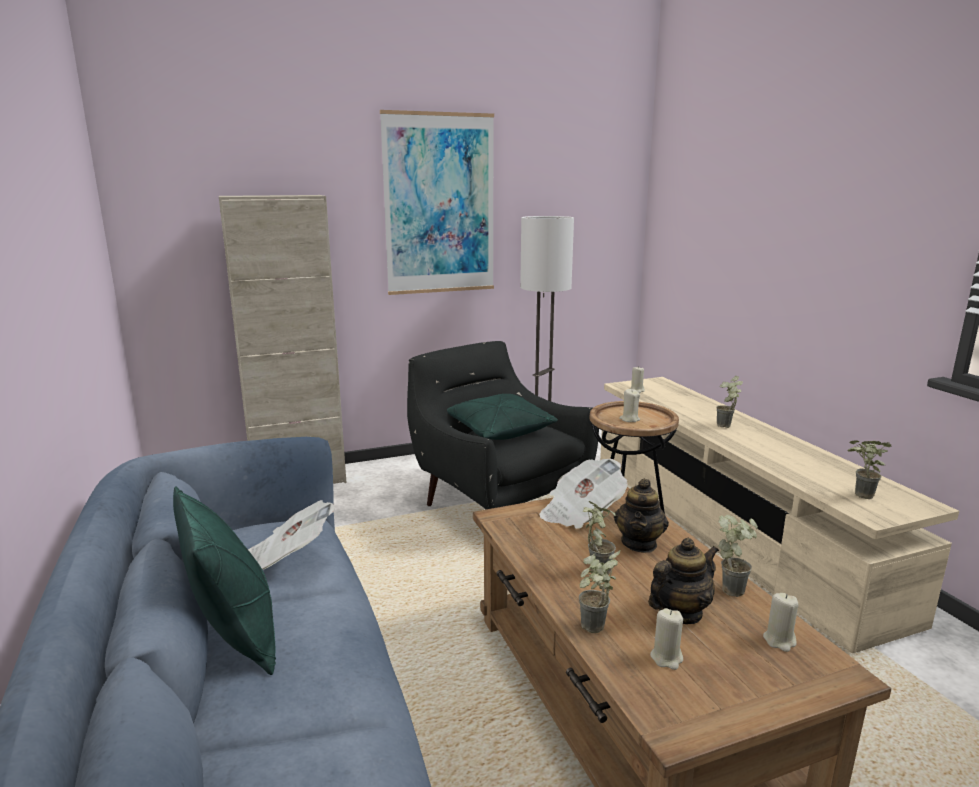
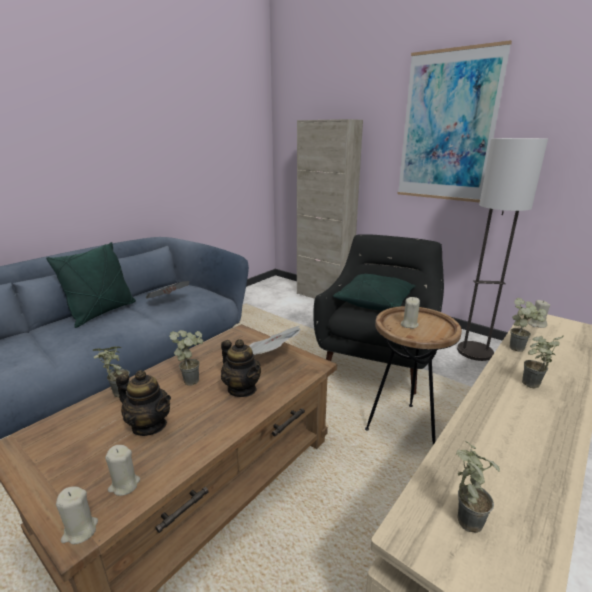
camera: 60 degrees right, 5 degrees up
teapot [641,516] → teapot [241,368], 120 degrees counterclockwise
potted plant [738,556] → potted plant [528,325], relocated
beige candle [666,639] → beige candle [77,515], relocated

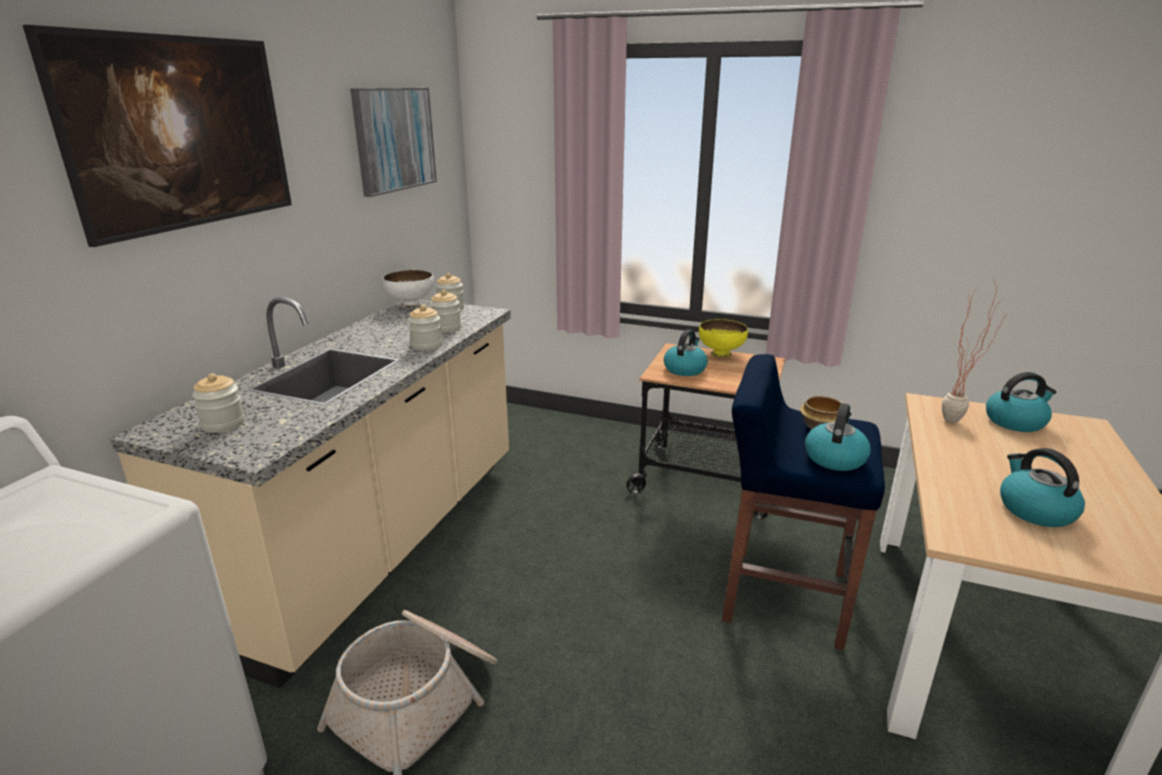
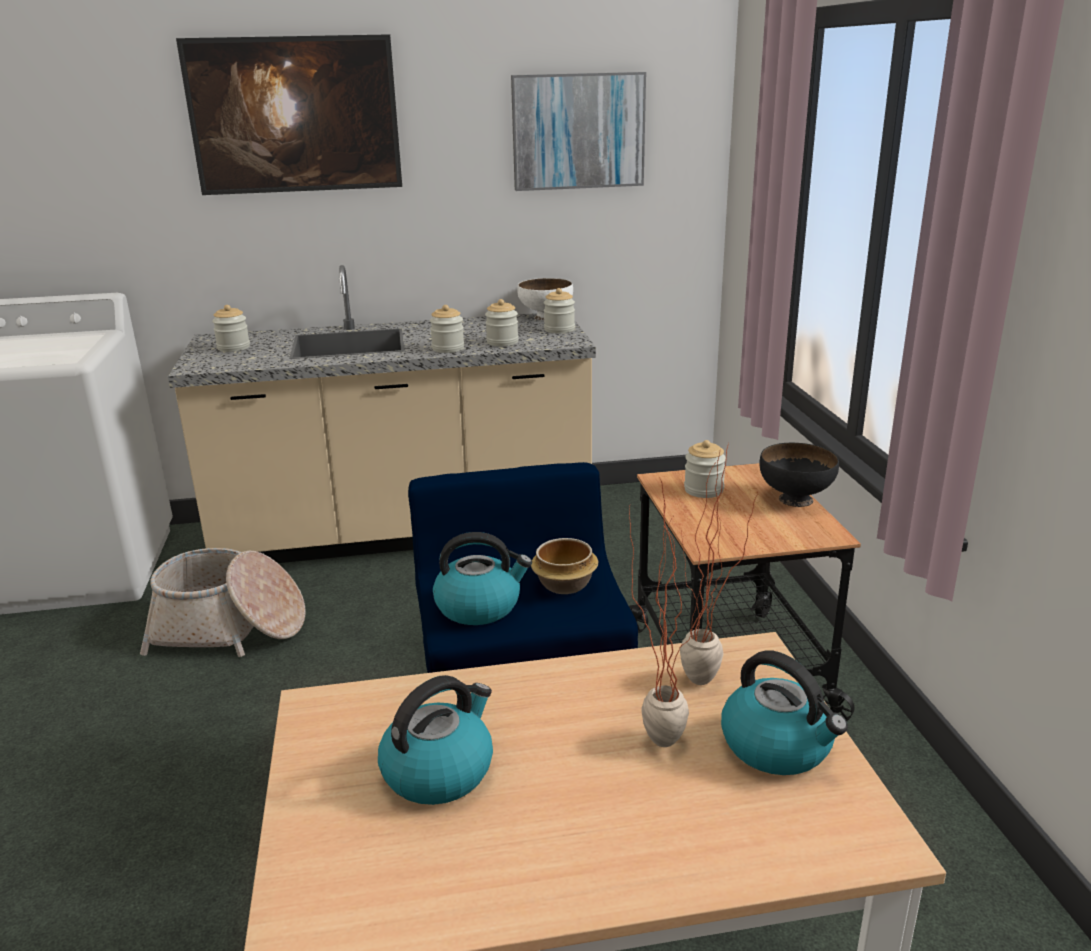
camera: 60 degrees right, 0 degrees up
yellow bowl [723,338] → black bowl [799,475]
kettle [686,352] → jar [705,469]
- → potted plant [664,613]

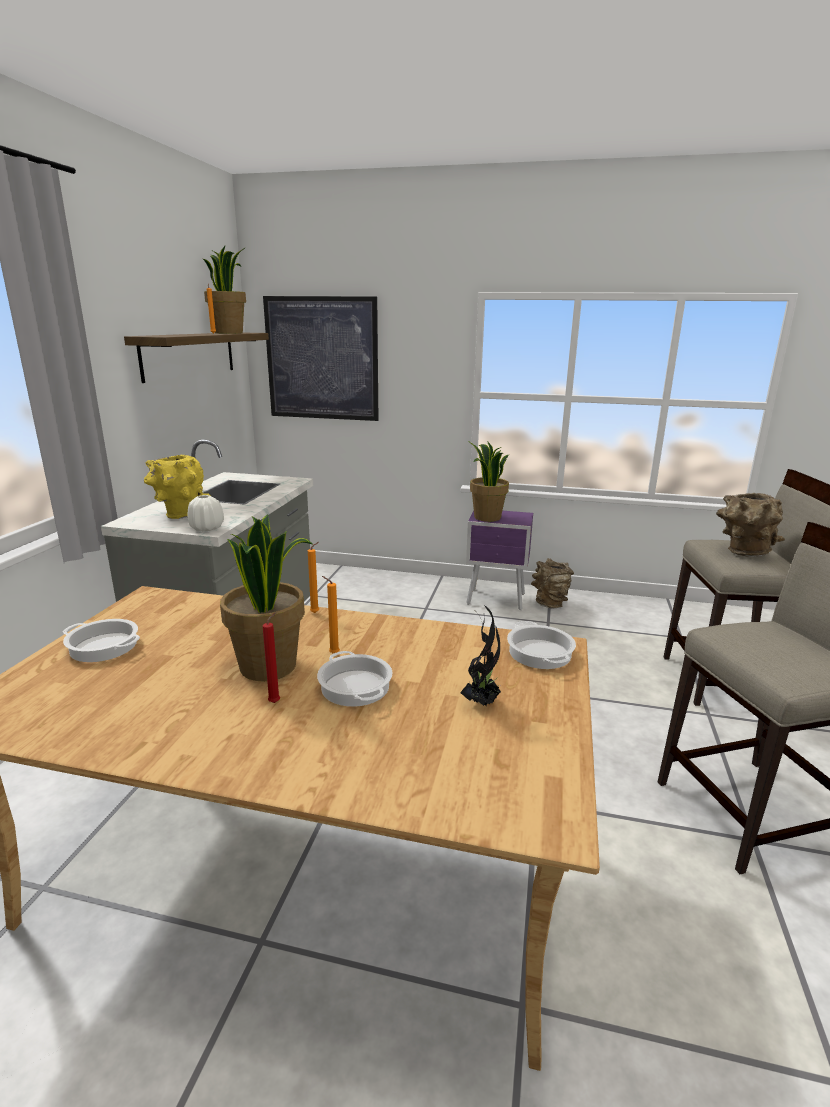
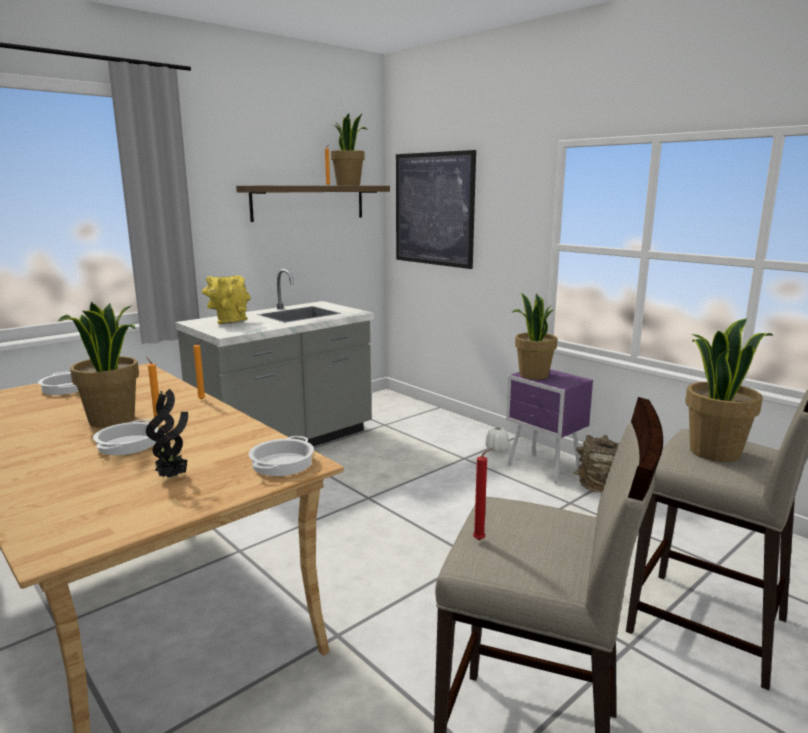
camera: 35 degrees right, 5 degrees down
brown vase [750,525] → potted plant [729,390]
white vase [206,513] → white vase [497,439], relocated
red candle [271,657] → red candle [483,494], relocated

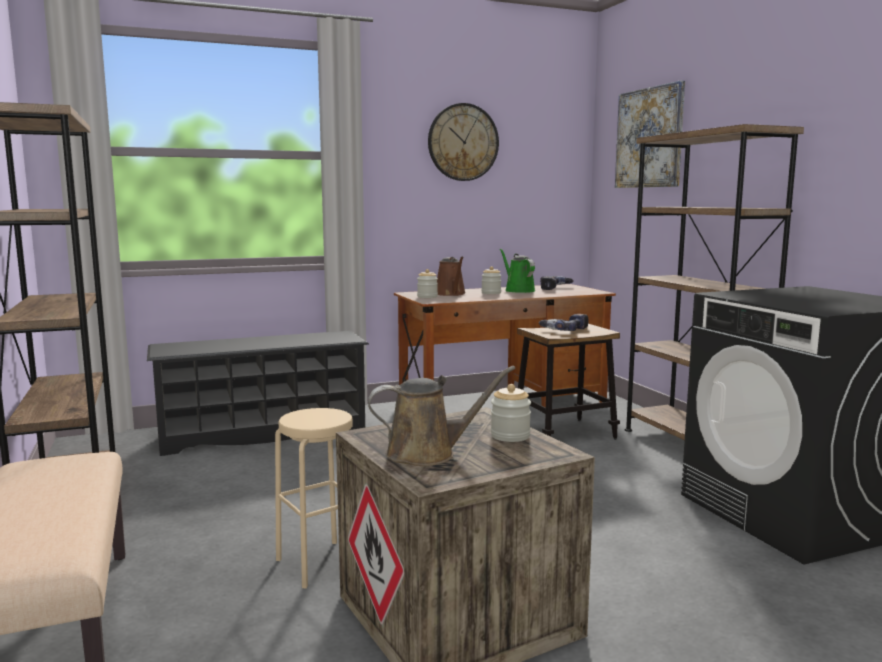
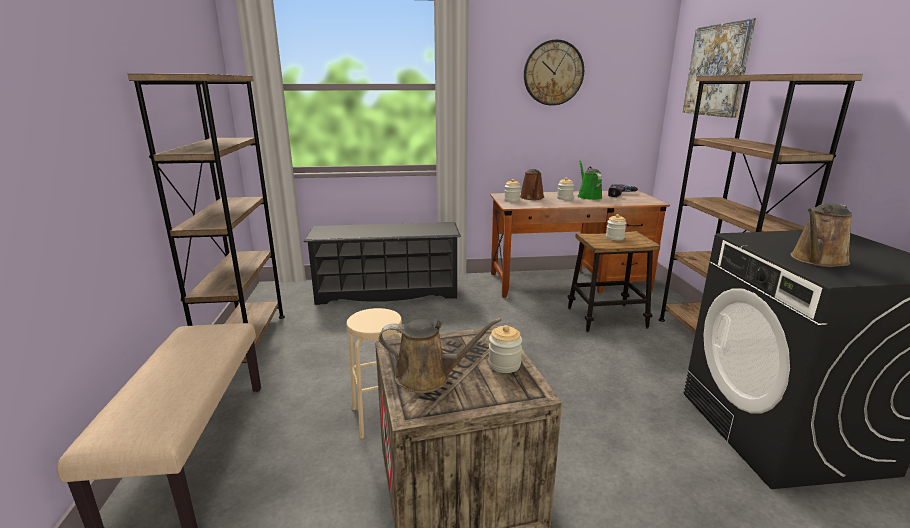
camera: 15 degrees right, 10 degrees up
power drill [564,322] → jar [616,227]
- → brown watering can [821,235]

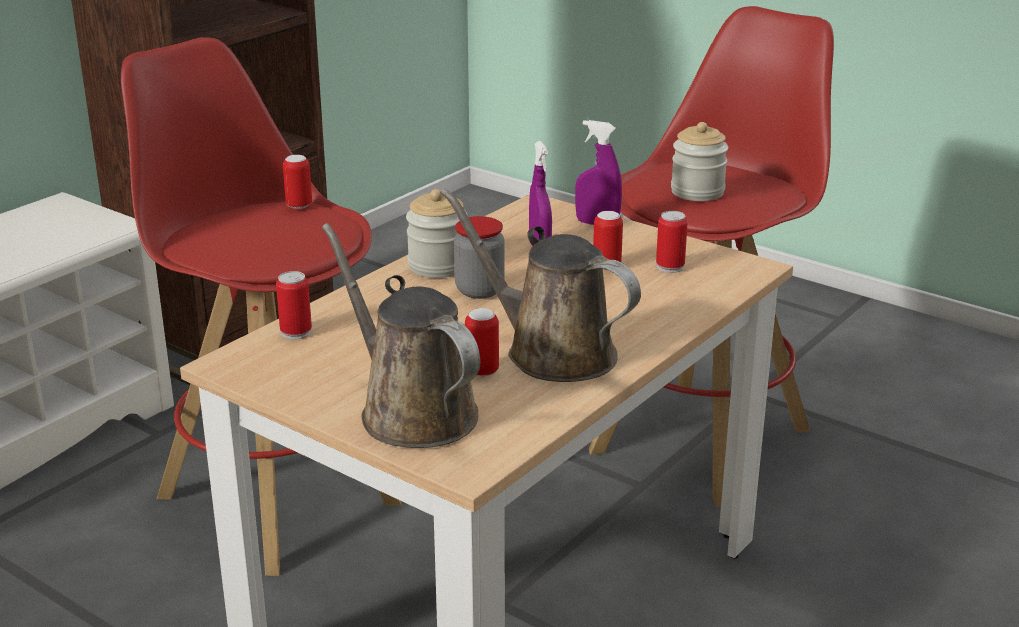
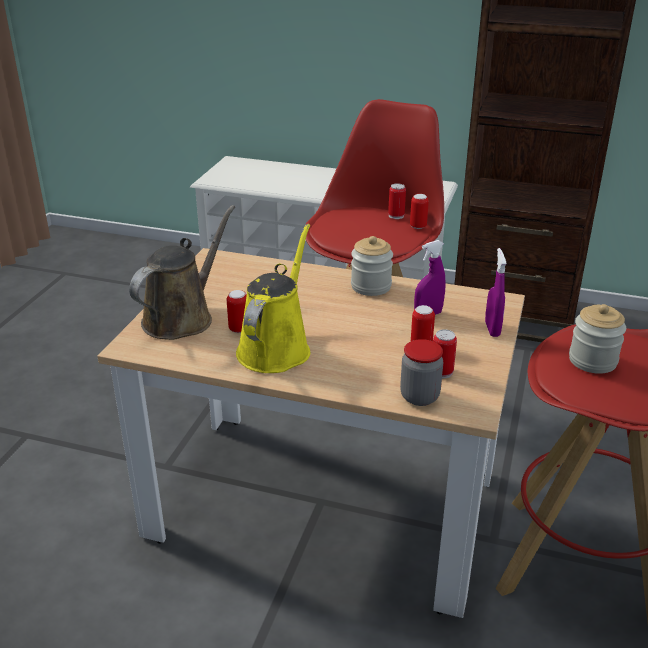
camera: 70 degrees right, 5 degrees up
brown watering can [540,285] → yellow watering can [273,298]
jar [479,257] → jar [421,372], relocated
can [294,305] → can [397,201], relocated

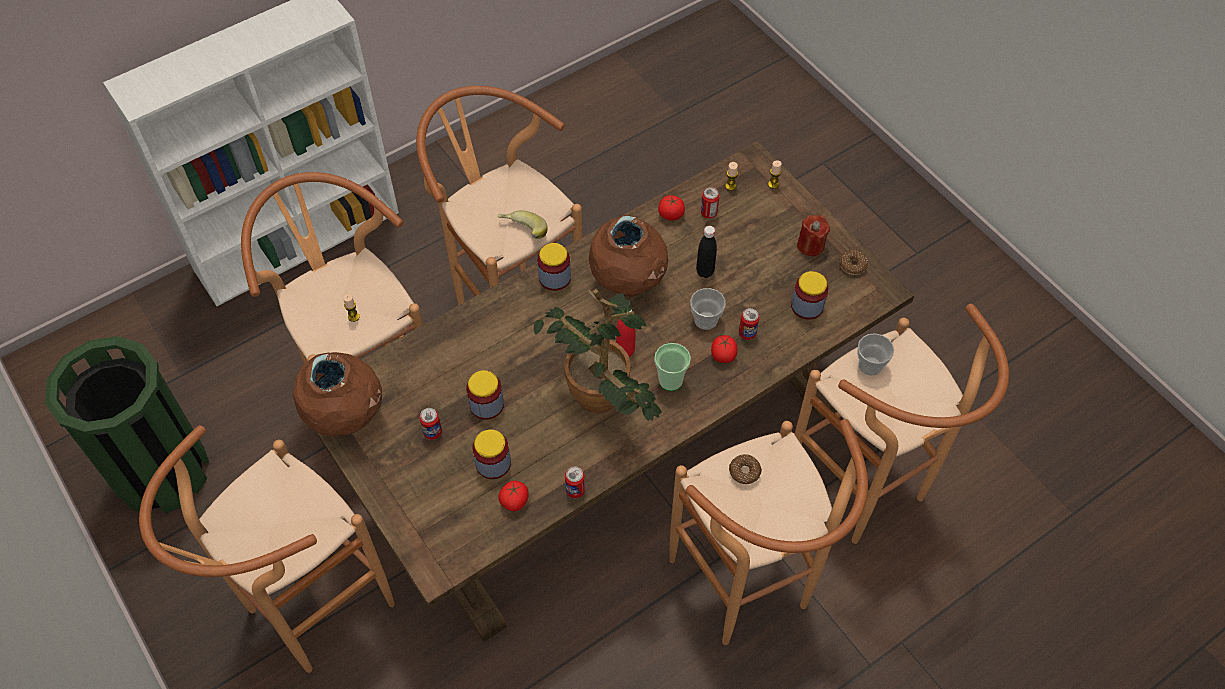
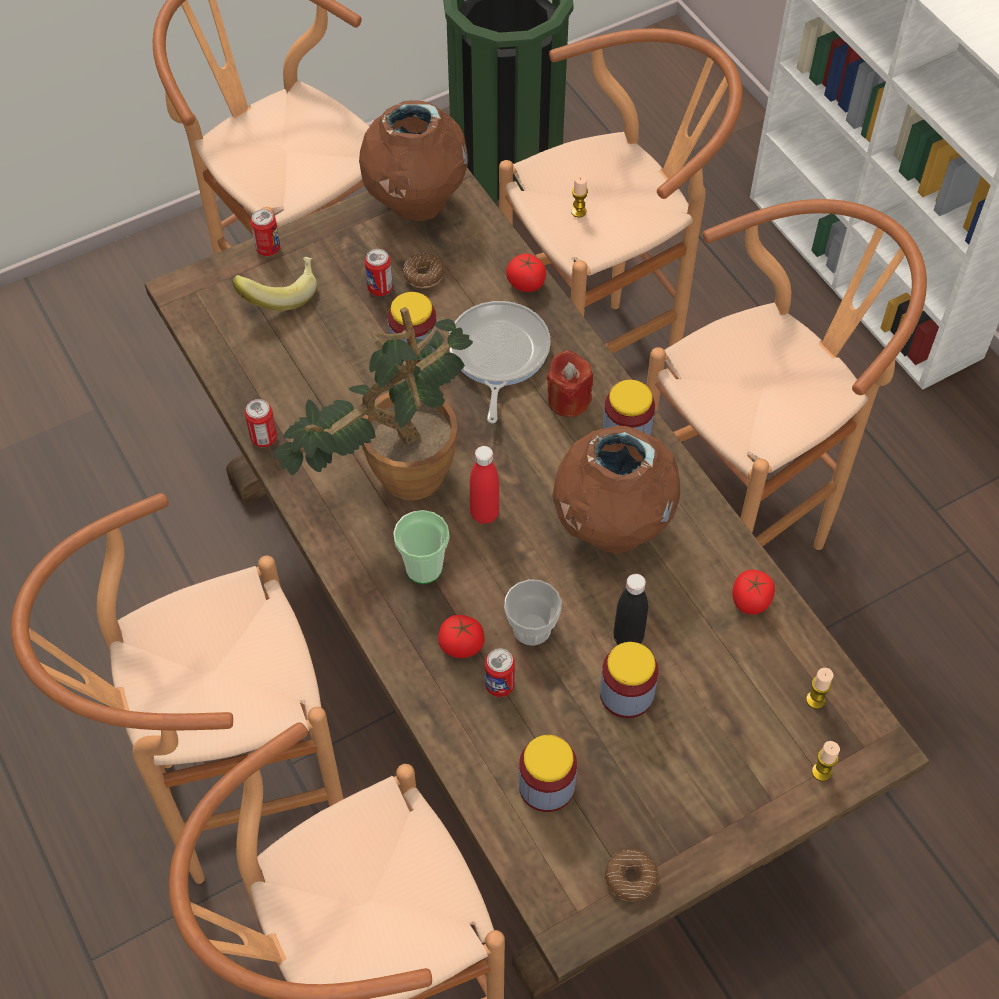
camera: 95 degrees right, 0 degrees up
can [710,203] → can [265,232], relocated
banana [522,224] → banana [275,284], relocated
red candle [813,235] → red candle [570,383], relocated
cup [875,354] → -
jar [491,454] → jar [629,680], relocated
donut [745,469] → donut [423,270], relocated
tomato [513,496] → tomato [526,272], relocated
- → frying pan [500,362]

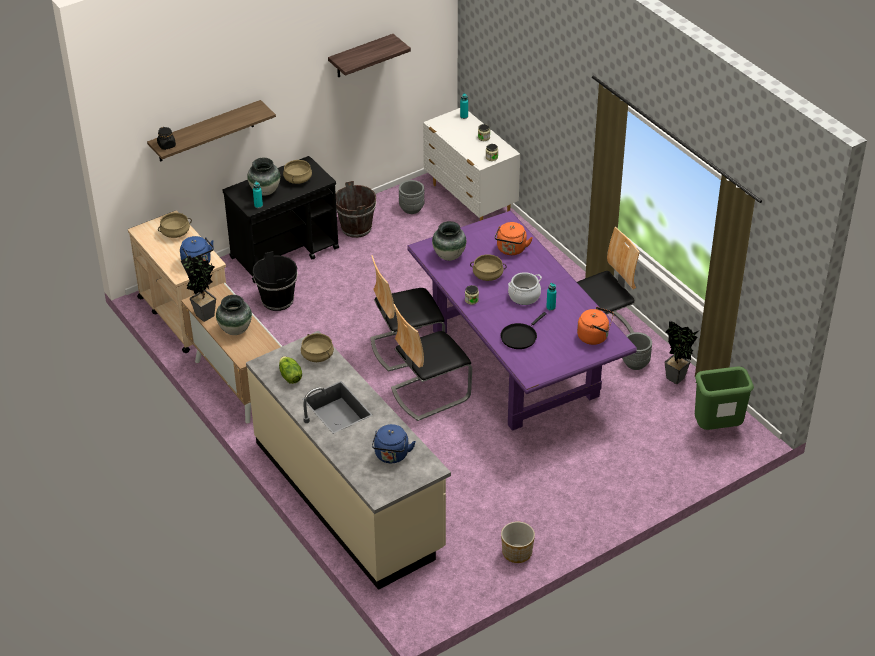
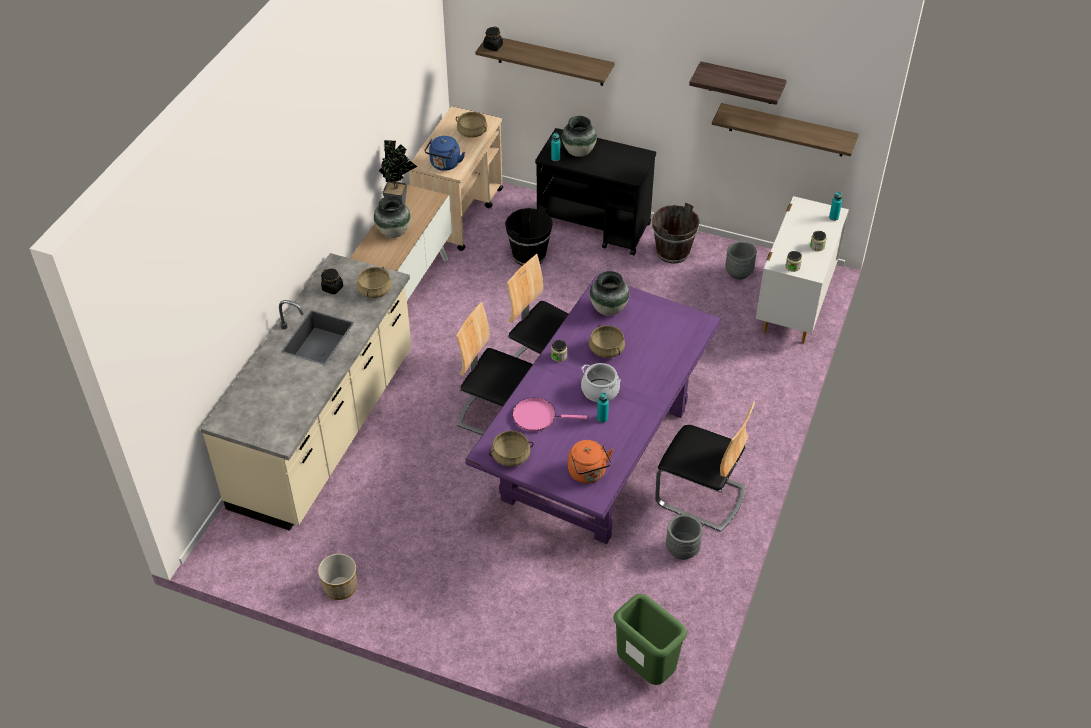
camera: 55 degrees right, 5 degrees up
beige cooking pot [297,172] → beige cooking pot [511,448], relocated
orange kettle [514,238] → -
black frying pan [523,330] → pink frying pan [550,415]
potted plant [681,352] → -
lettuce [290,370] → black jar [332,282]
blue kettle [394,443] → -
- → shelf [785,130]

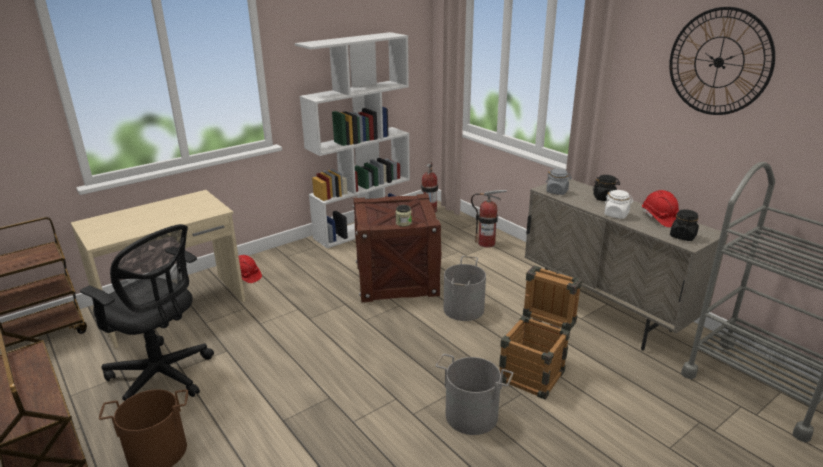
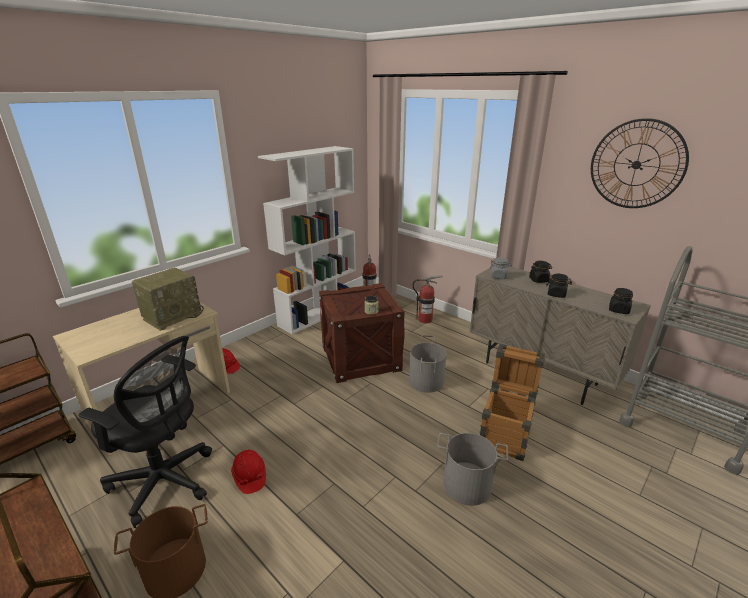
camera: 10 degrees left, 0 degrees up
white jar [619,204] → black jar [559,286]
red hard hat [660,208] → red hard hat [248,472], relocated
- → radio [168,299]

